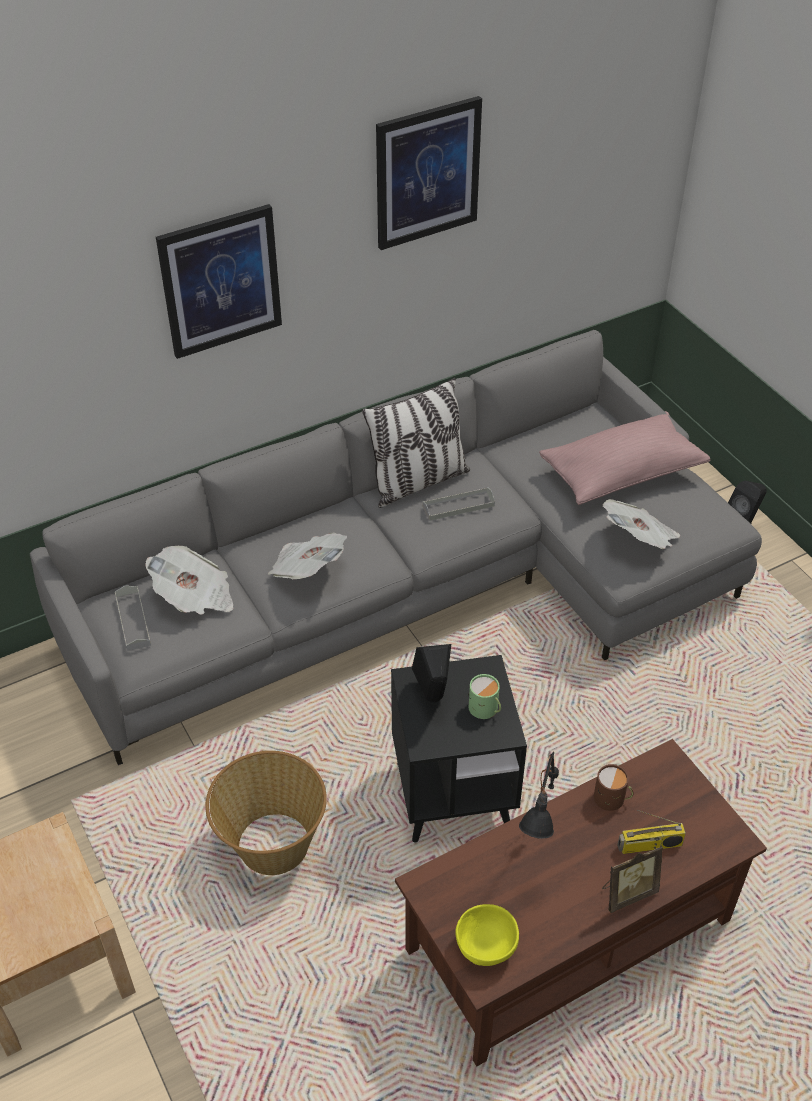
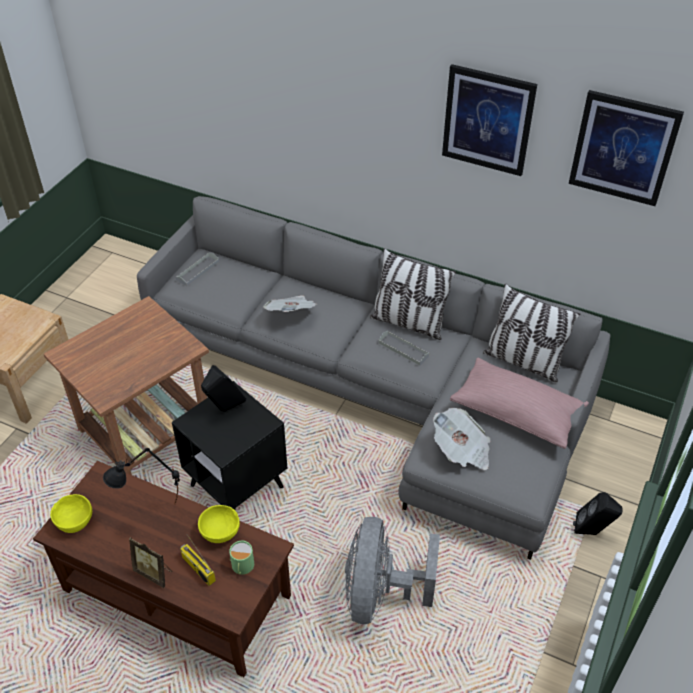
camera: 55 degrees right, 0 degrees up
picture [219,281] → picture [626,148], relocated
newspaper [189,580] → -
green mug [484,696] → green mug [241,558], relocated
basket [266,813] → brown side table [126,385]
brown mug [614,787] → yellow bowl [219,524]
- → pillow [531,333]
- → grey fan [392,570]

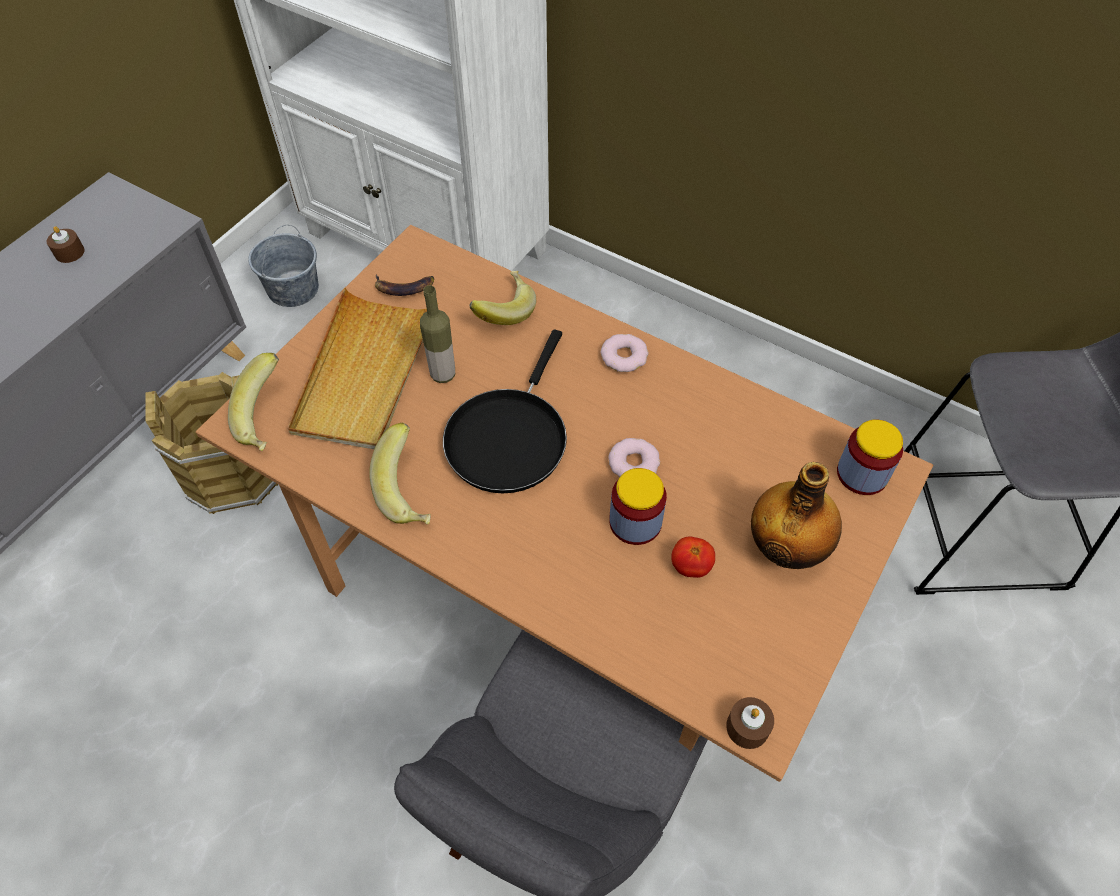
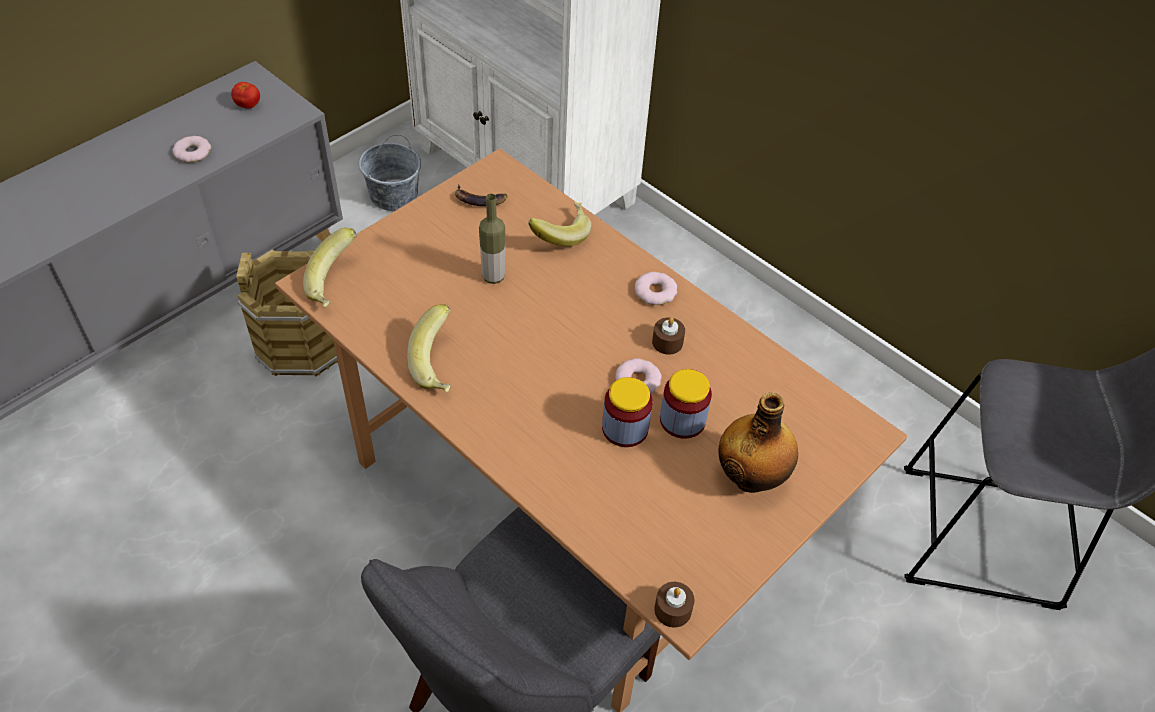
camera: 10 degrees right, 5 degrees down
brown candle [66,244] → brown candle [668,336], relocated
beige tray [363,368] → -
black frying pan [505,411] → -
jar [870,457] → jar [686,404], relocated
tomato [693,557] → tomato [245,95], relocated
- → donut [192,149]

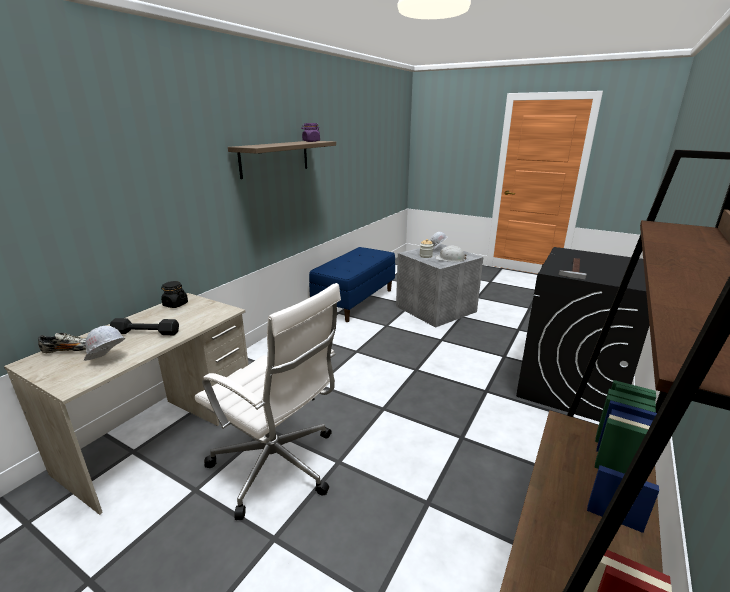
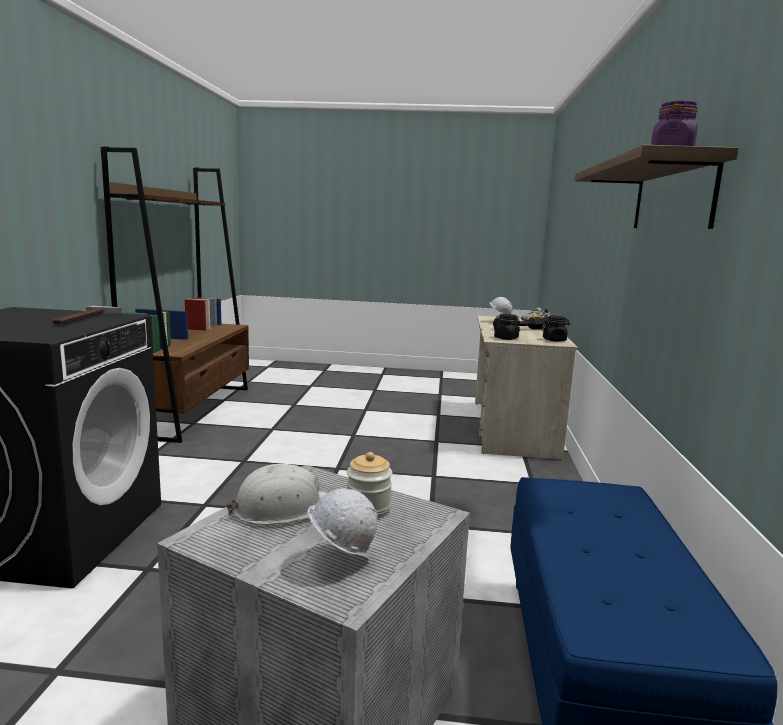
camera: 155 degrees right, 10 degrees down
white office chair [268,401] → -
- → black jar [507,327]

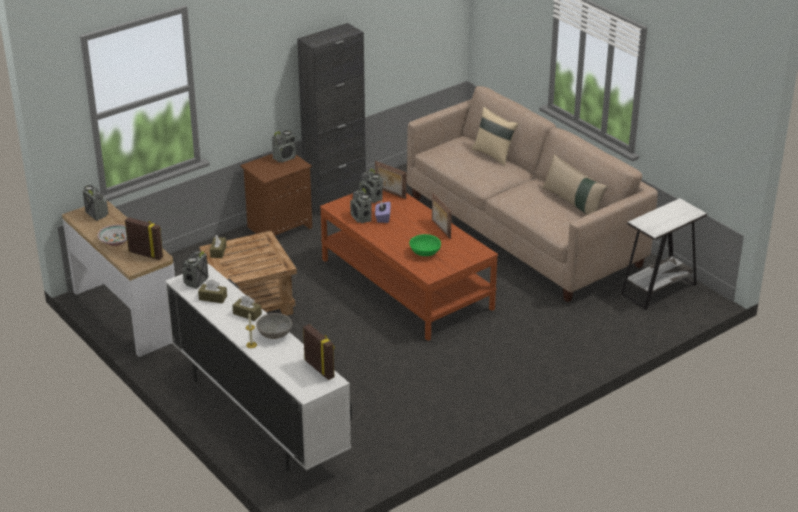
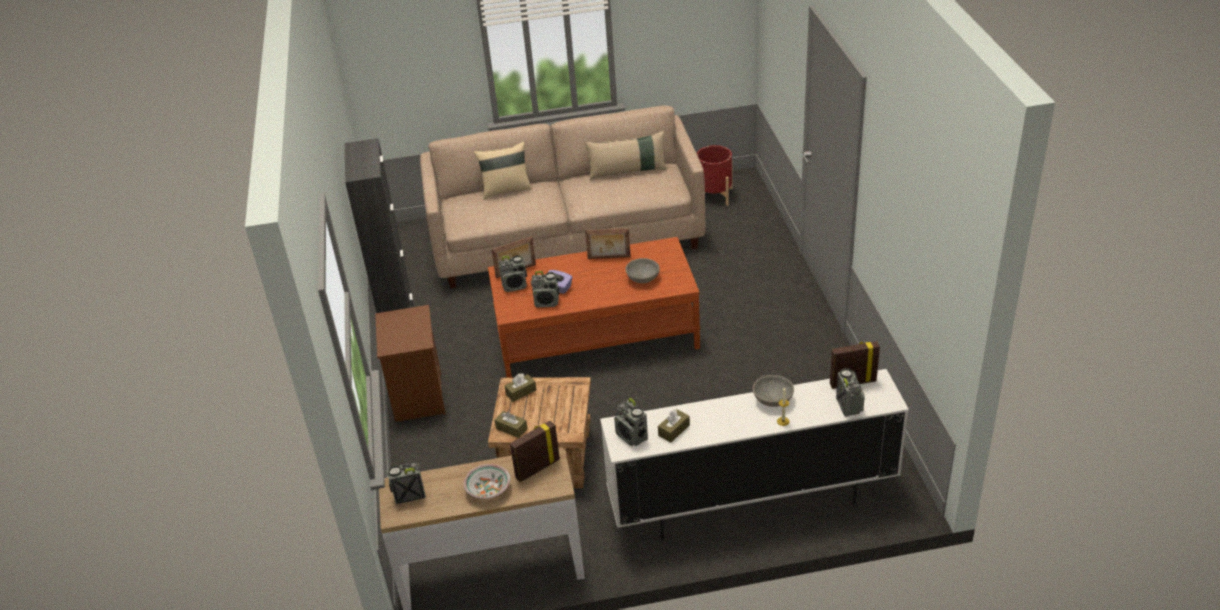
camera: 60 degrees left, 5 degrees up
radio [284,146] → radio [850,392], relocated
white side table [664,254] → red planter [715,175]
green bowl [425,245] → grey bowl [642,270]
brown tissue box [247,308] → brown tissue box [520,387], relocated

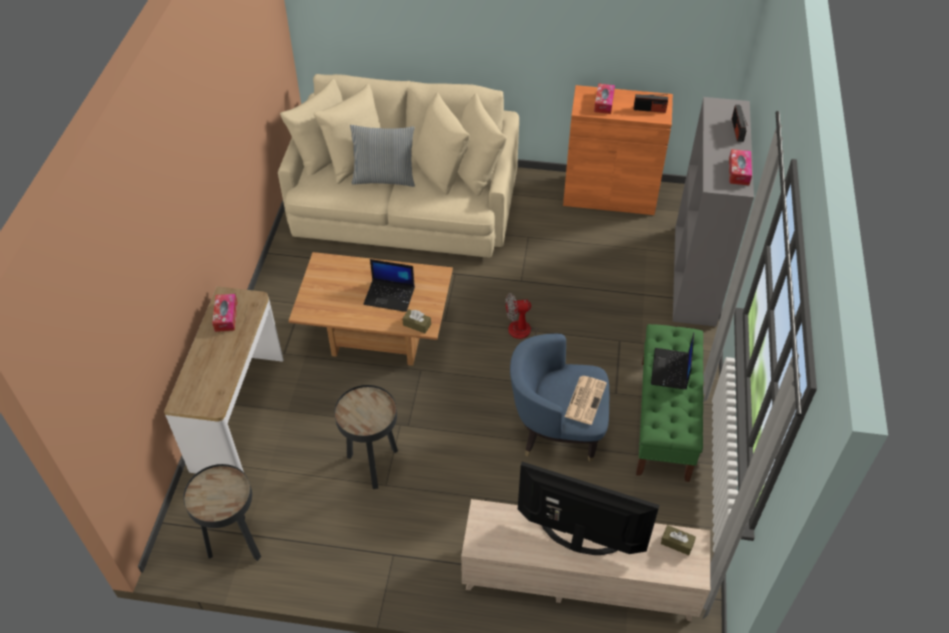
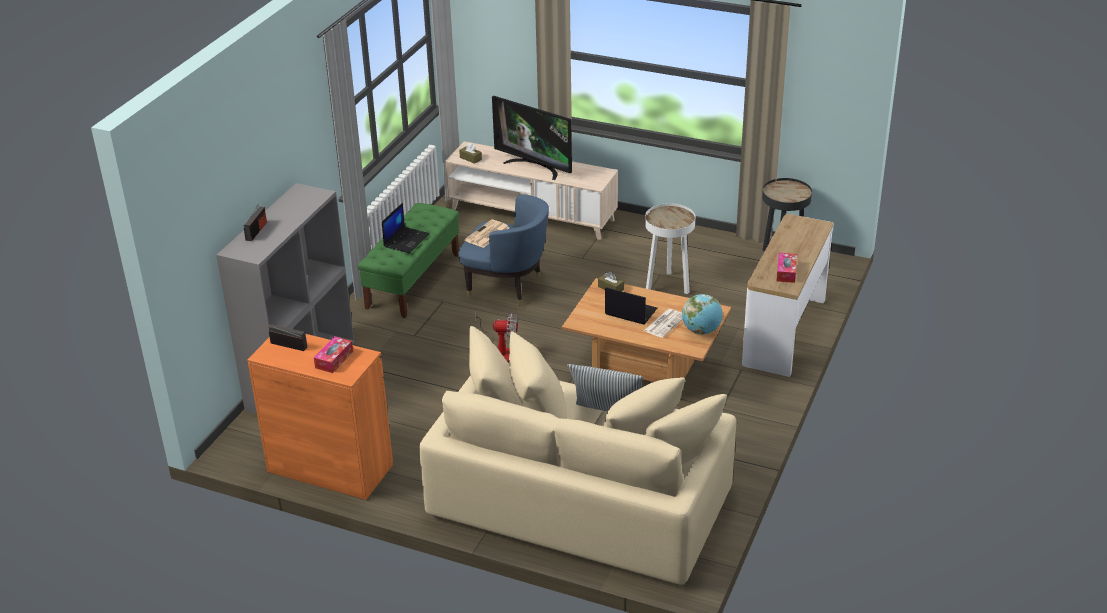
camera: 165 degrees left, 15 degrees down
tissue box [740,167] → -
black side table [366,437] → white side table [670,248]
- → globe [702,314]
- → newspaper [663,323]

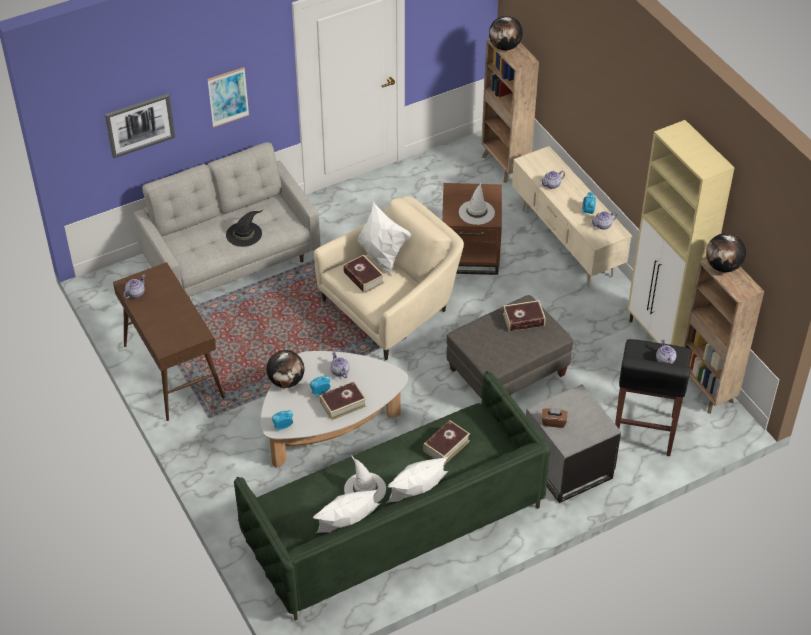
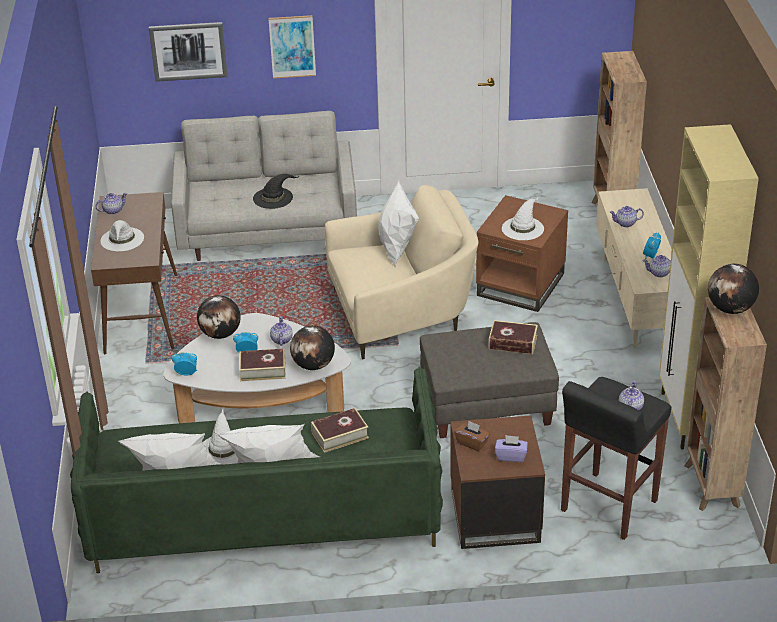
camera: 25 degrees right, 10 degrees down
globe [506,33] → globe [312,347], relocated
book [363,274] → -
grey side table [573,443] → brown side table [497,482]
- → white hat [122,235]
- → purple tissue box [511,448]

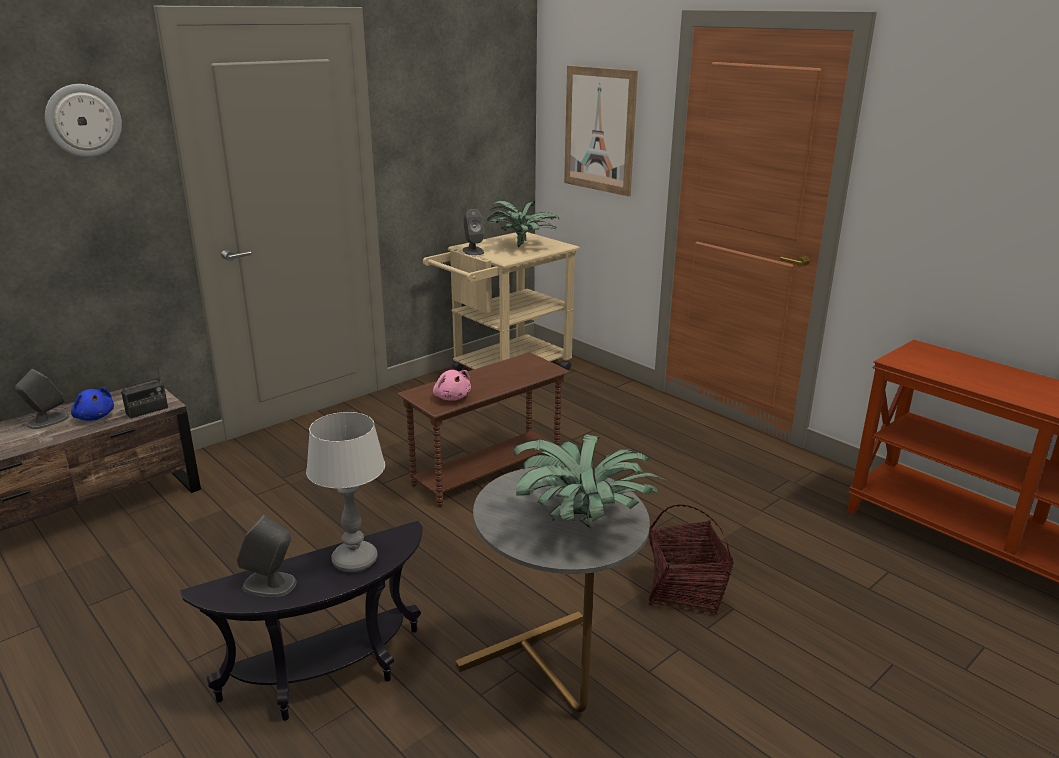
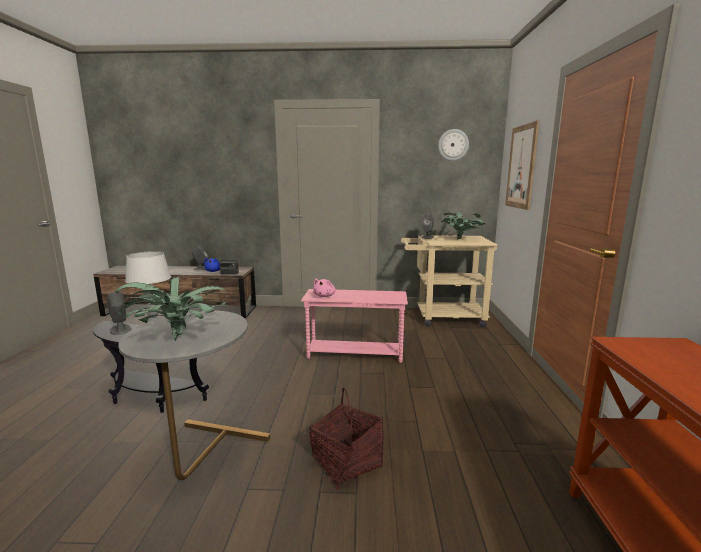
camera: 45 degrees right, 10 degrees down
wall clock [83,120] → wall clock [453,145], relocated
brown side table [483,429] → pink side table [354,326]

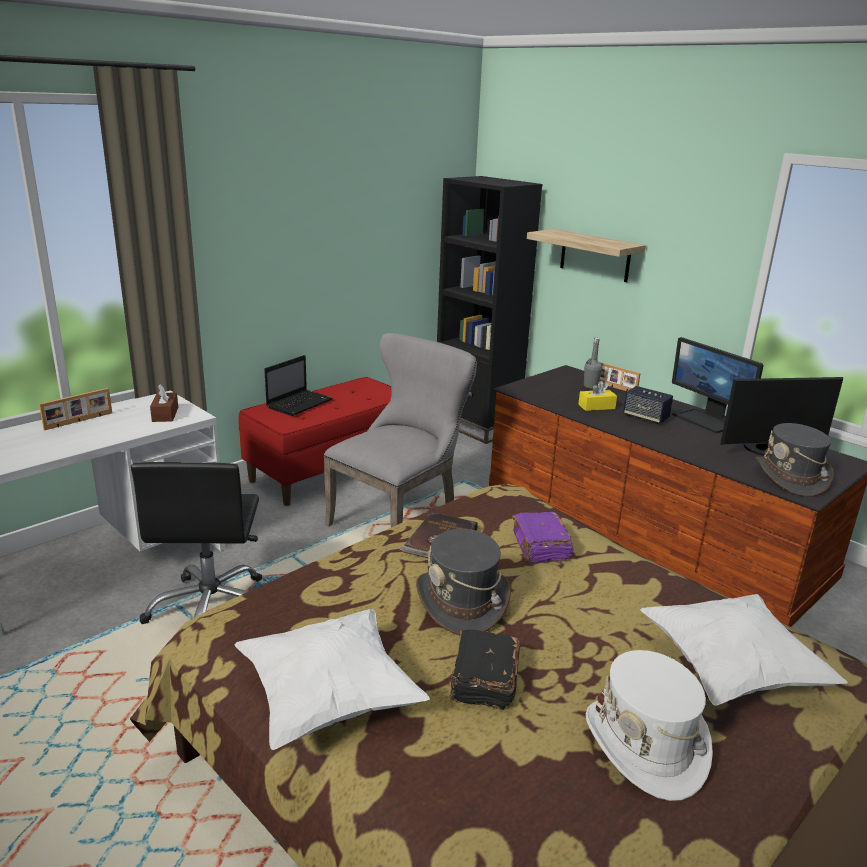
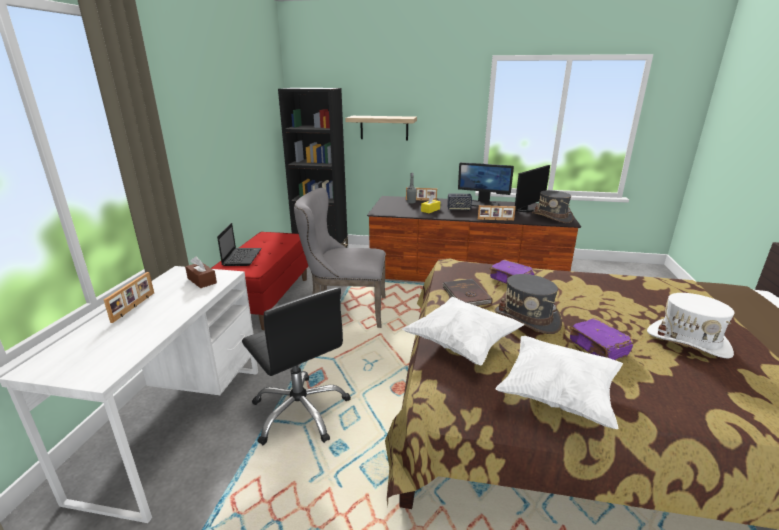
camera: 35 degrees left, 0 degrees up
grey chair [400,430] → grey chair [340,258], 90 degrees counterclockwise
white pillow [744,650] → white pillow [463,331], relocated
black book [484,670] → purple book [601,339]
- → picture frame [497,213]

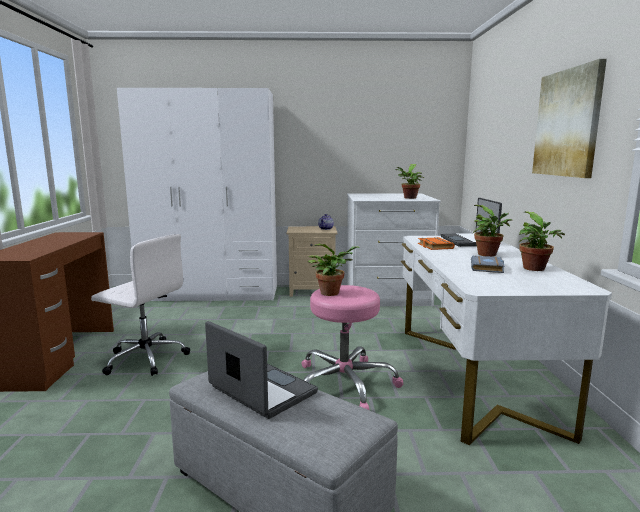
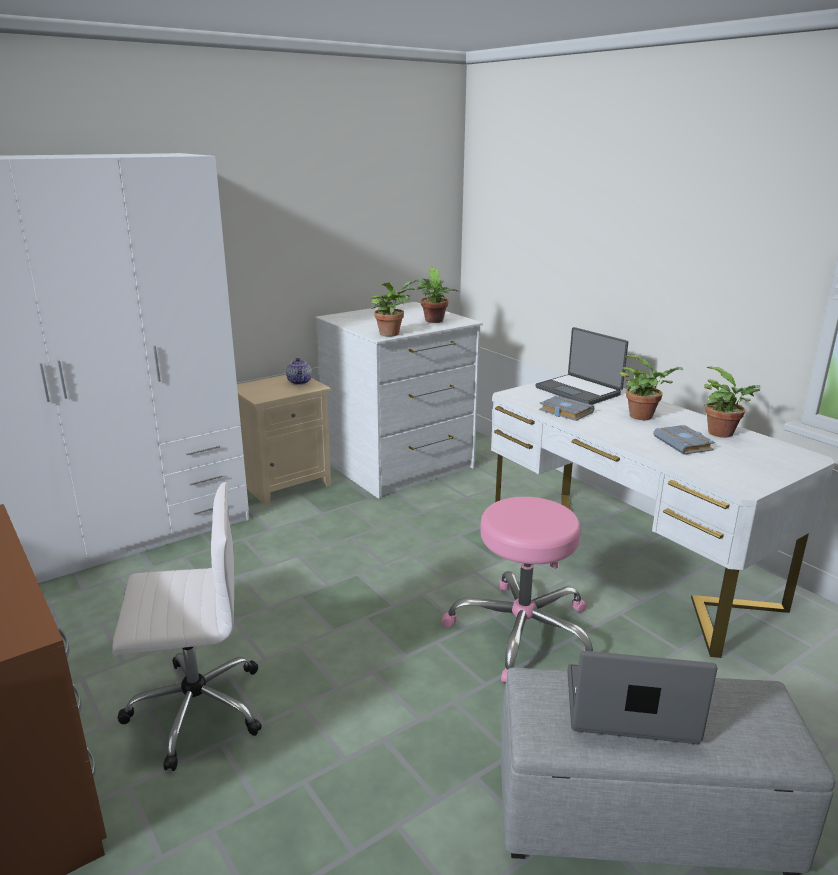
camera: 35 degrees left, 10 degrees up
picture [569,118] → -
orange book [436,243] → grey book [566,408]
potted plant [334,270] → potted plant [392,309], relocated

